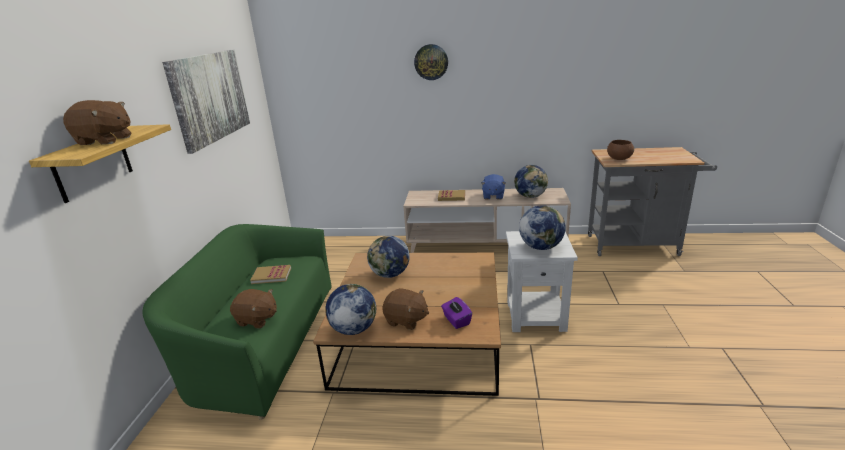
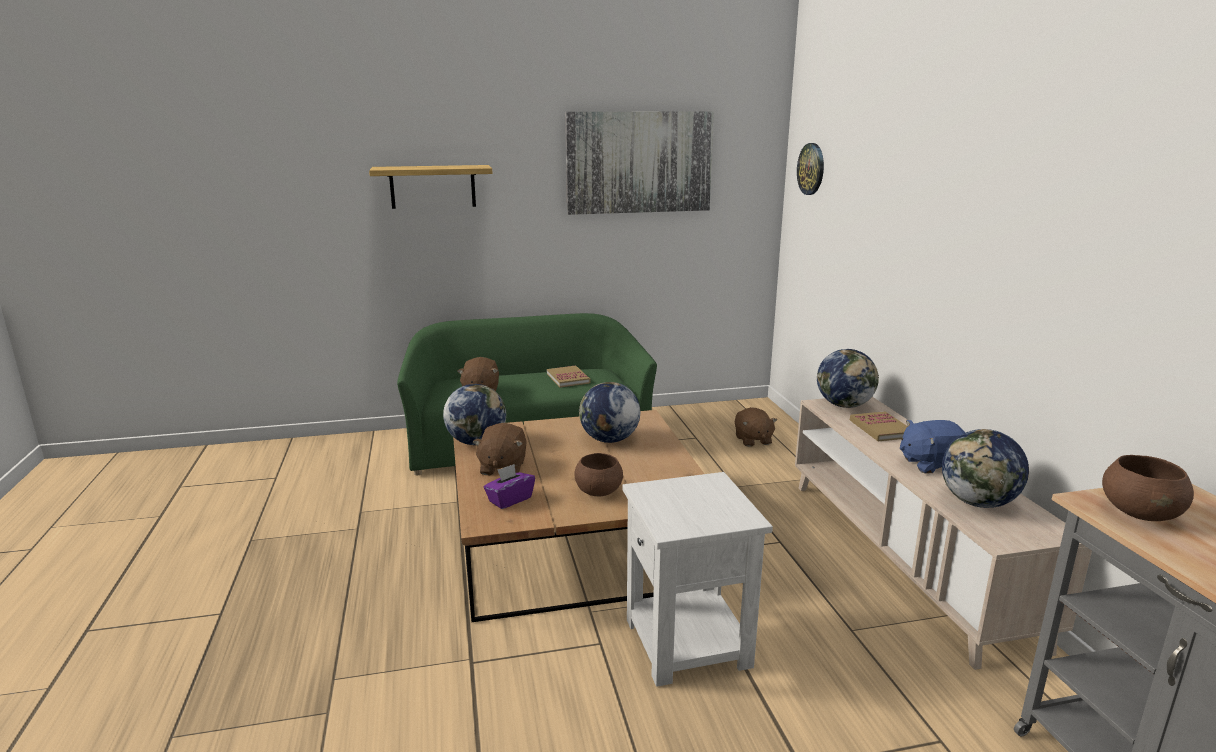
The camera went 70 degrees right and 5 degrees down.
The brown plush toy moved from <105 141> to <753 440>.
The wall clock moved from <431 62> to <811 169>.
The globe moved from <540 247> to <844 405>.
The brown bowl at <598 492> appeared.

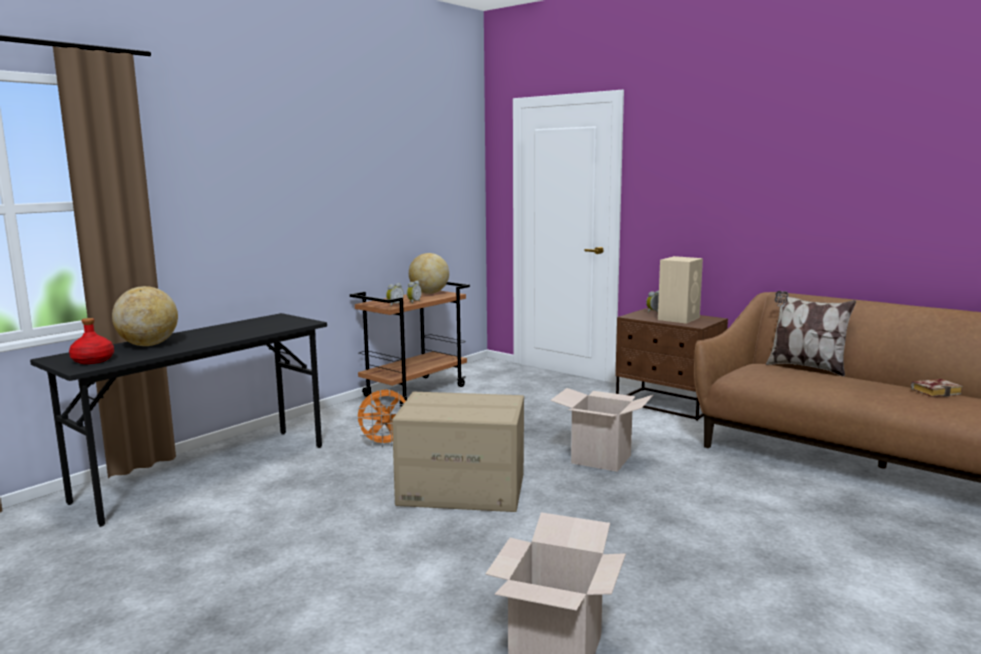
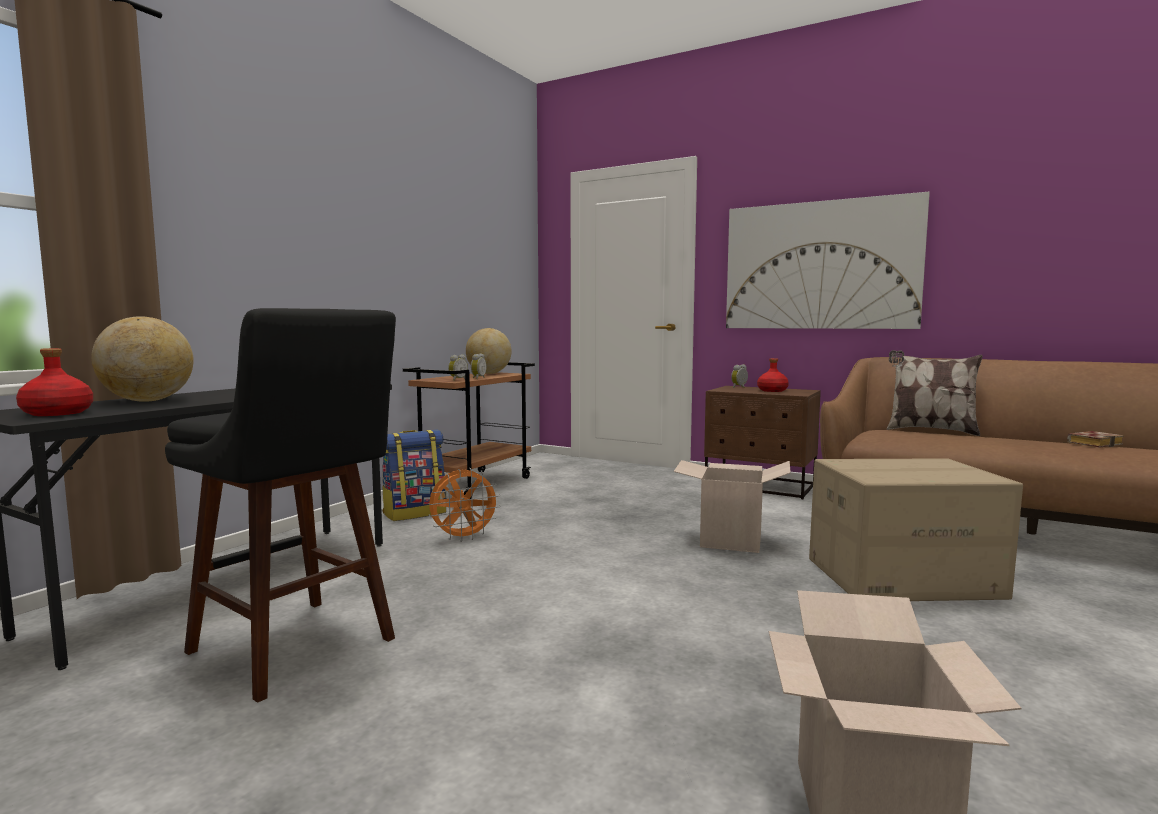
The camera went 10 degrees left and 5 degrees down.
The cardboard box moved from <462 489> to <902 578>.
The beige speaker at <679 318> was replaced by the red bottle at <772 390>.
The black stool at <297 648> appeared.
The backpack at <415 513> appeared.
The picture at <820 265> appeared.

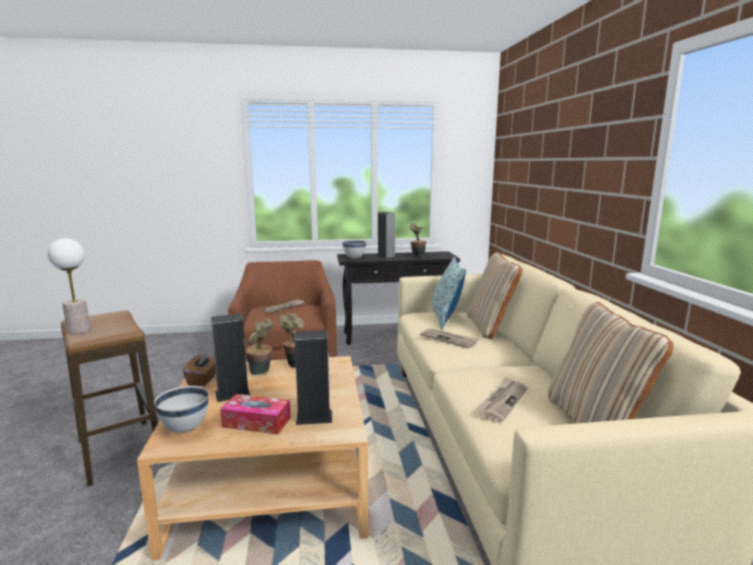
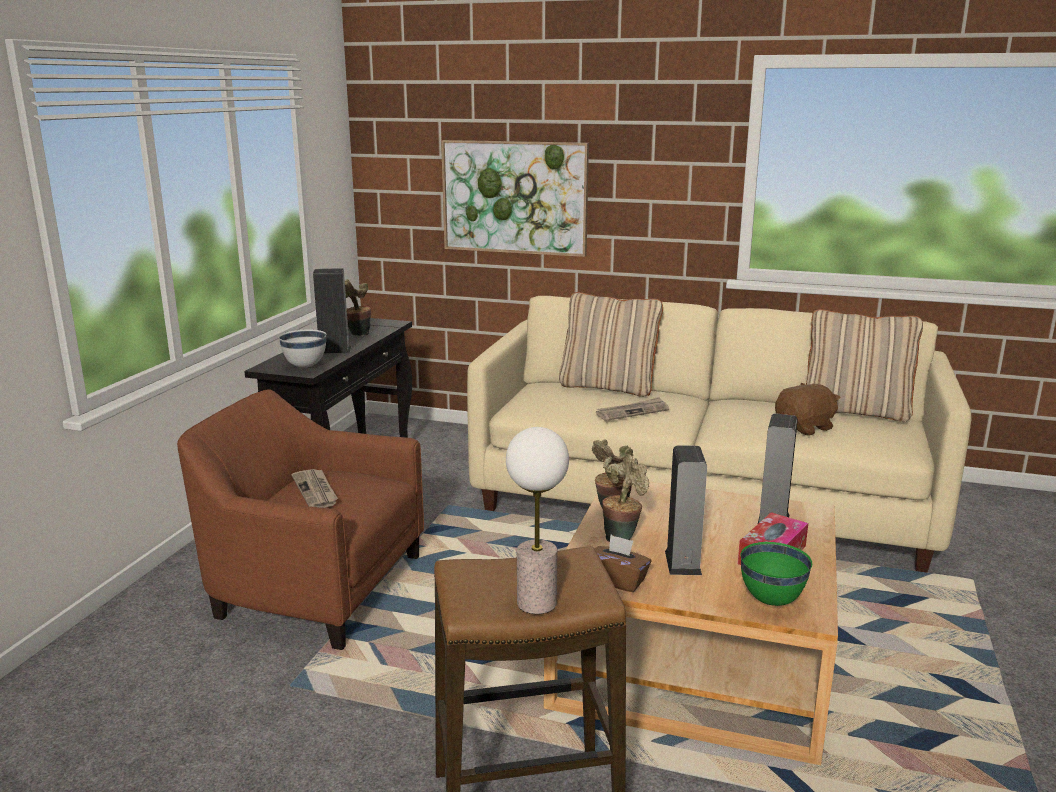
The camera went 65 degrees left and 5 degrees up.
The white bowl at <185 428> became the green bowl at <771 600>.
The pillow at <446 318> disappeared.
The newspaper at <502 400> was replaced by the brown plush toy at <805 427>.
The picture at <514 197> appeared.

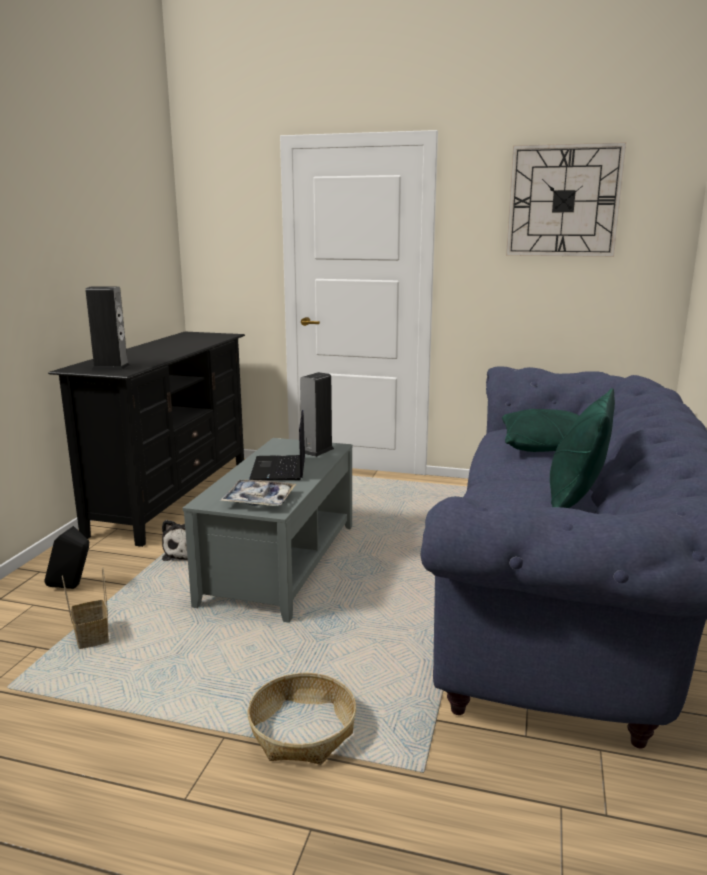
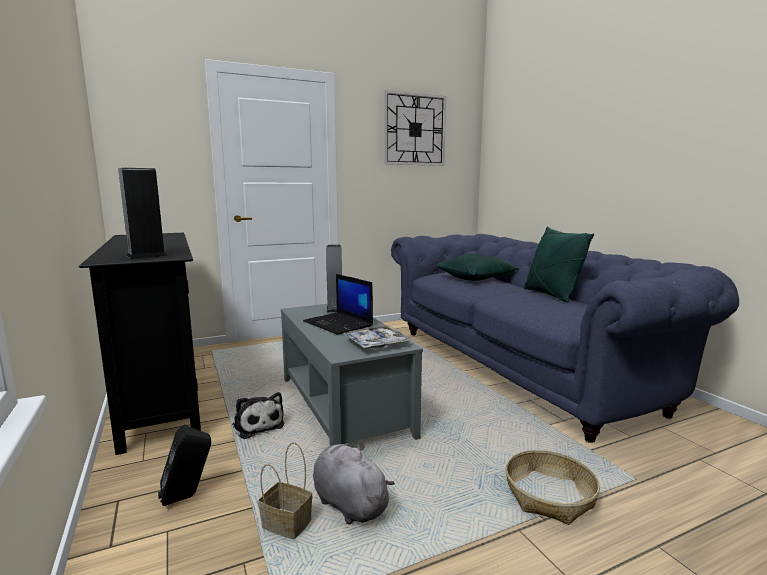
The camera went 40 degrees left and 5 degrees down.
The grey plush toy at <348 503> appeared.

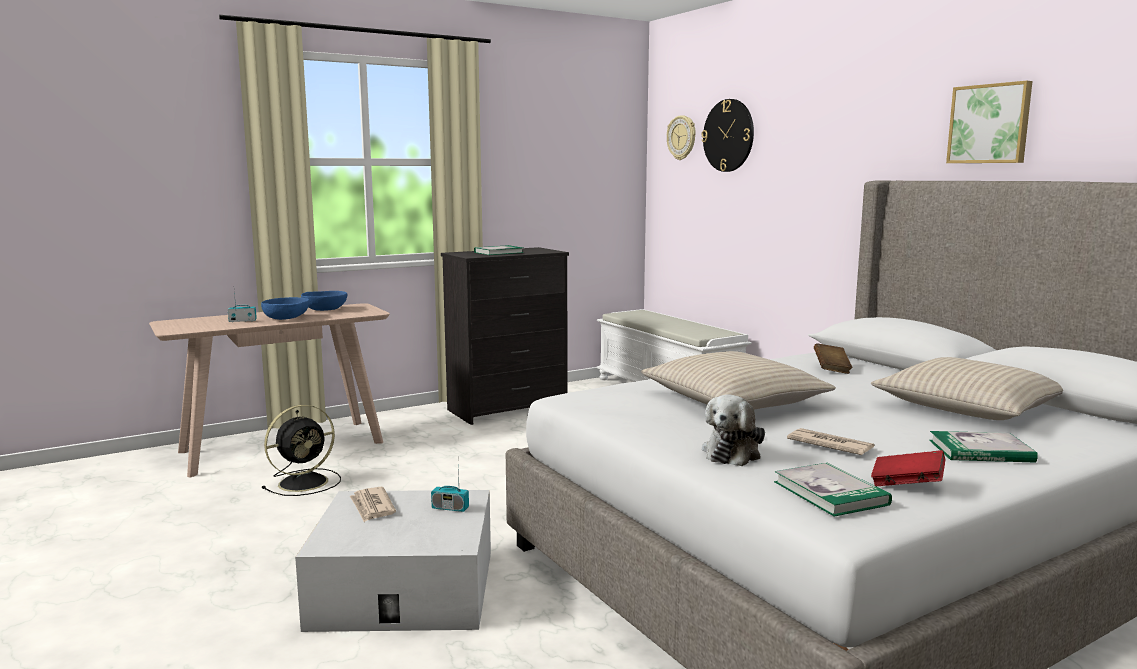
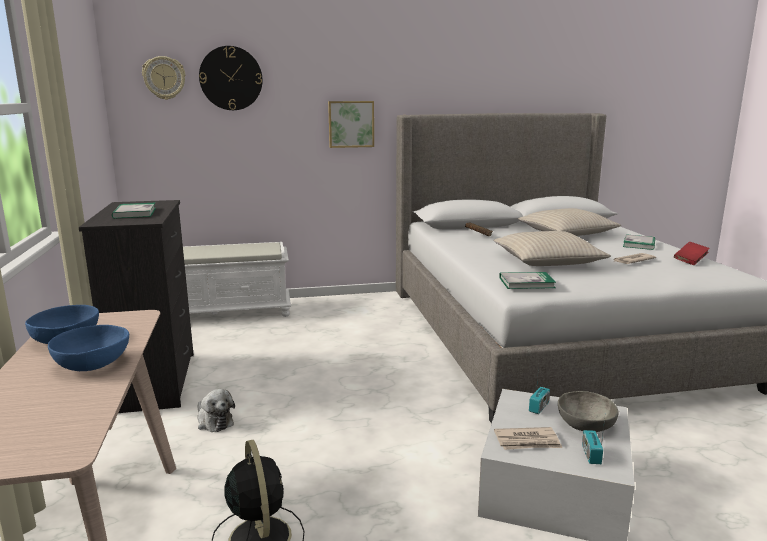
The camera went 70 degrees left and 5 degrees up.
The radio moved from <242 321> to <591 455>.
The plush toy moved from <733 453> to <214 421>.
The book moved from <830 493> to <526 283>.
The picture moved from <990 124> to <351 124>.
The grey bowl at <585 425> appeared.

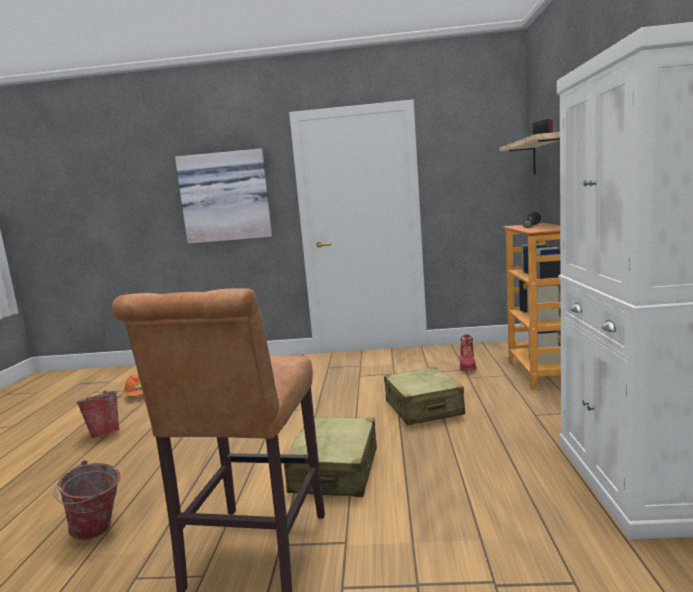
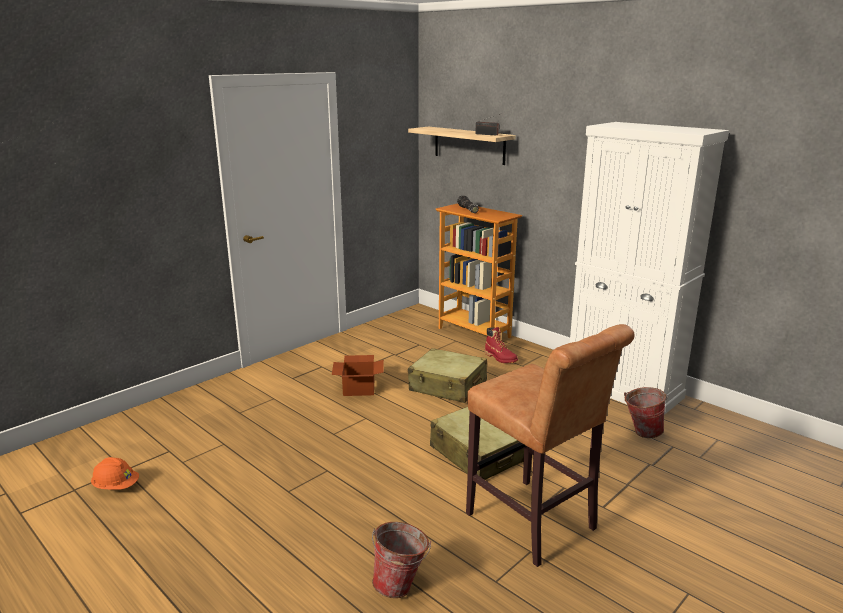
The camera went 50 degrees left and 10 degrees up.
The bucket moved from <105 433> to <641 432>.
The picture at <225 197> disappeared.
The red boot moved from <468 366> to <500 358>.
The cardboard box at <359 388> appeared.

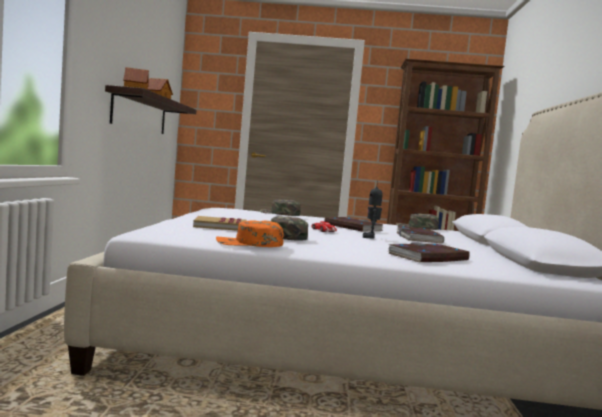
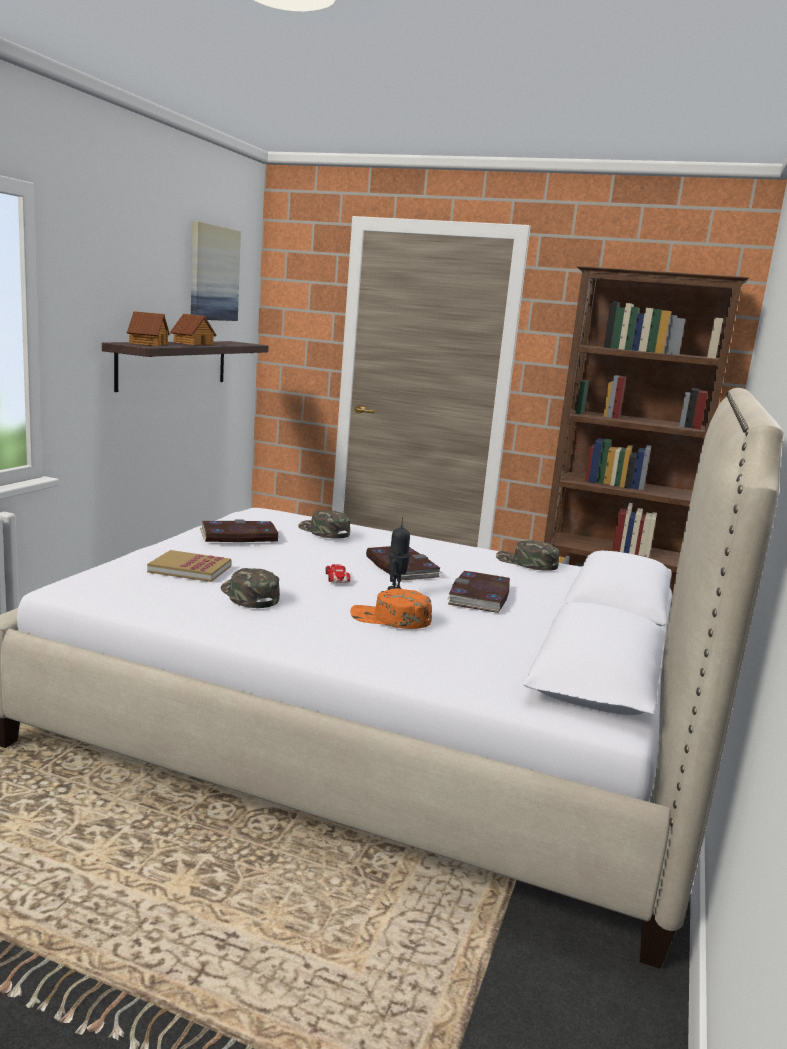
The camera went 15 degrees right and 10 degrees up.
The orange cap moved from <249 243> to <390 618>.
The book moved from <428 257> to <239 536>.
The picture at <213 273> appeared.

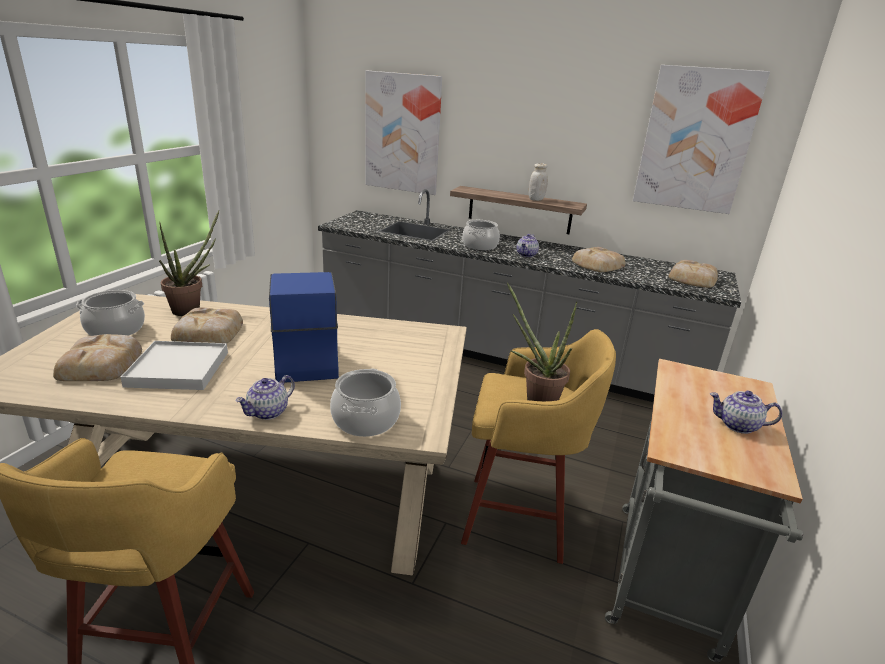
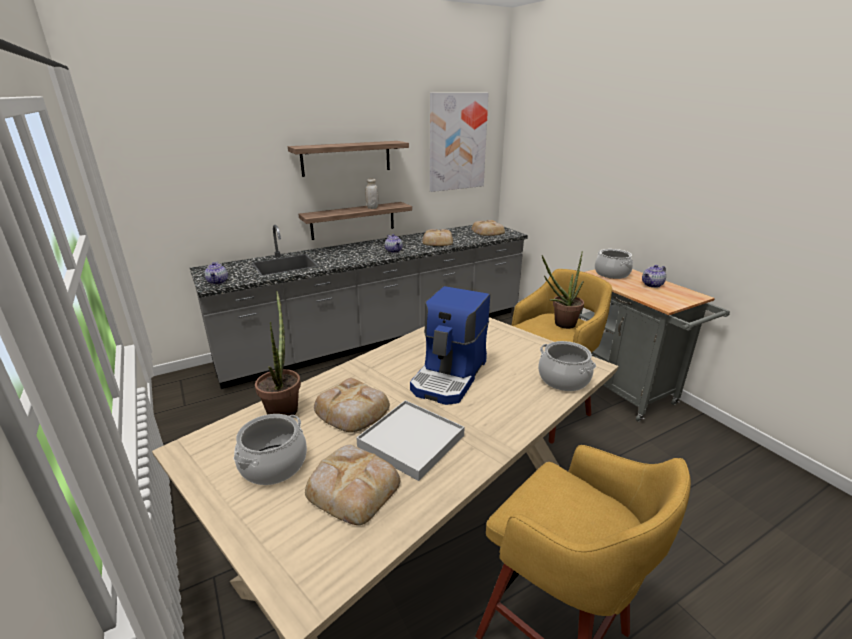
The camera went 50 degrees left and 0 degrees up.
The teapot moved from <268 412> to <218 282>.
The coffee machine at <304 357> turned 90 degrees counterclockwise.
The picture at <402 133> disappeared.
The cooking pot moved from <479 245> to <611 274>.
The shelf at <346 158> appeared.

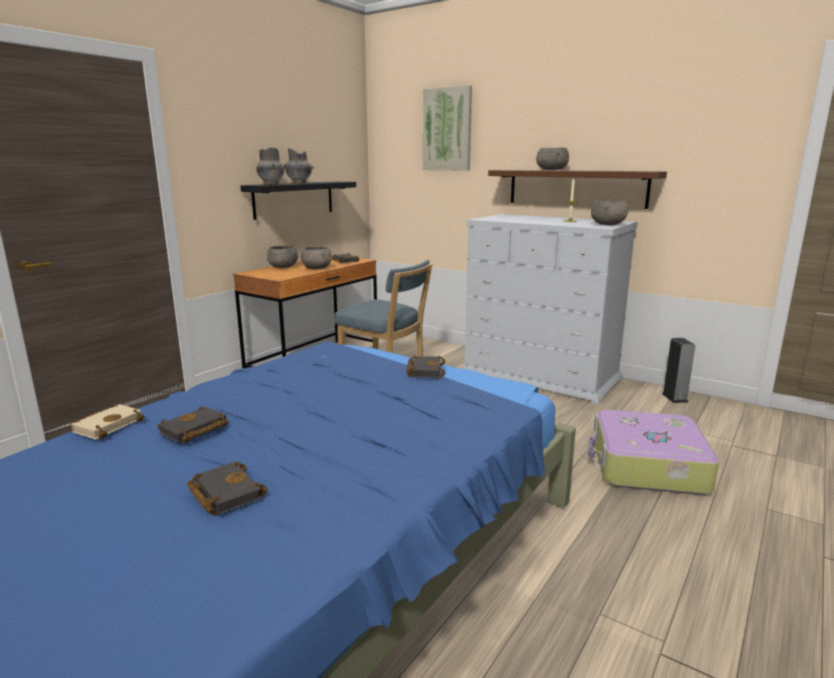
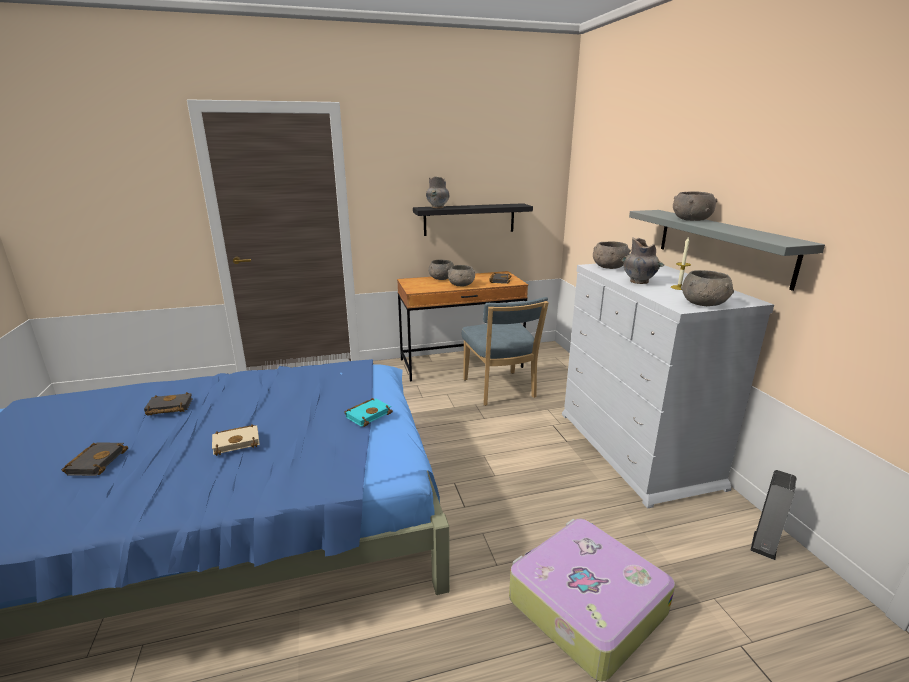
The camera went 40 degrees right and 5 degrees up.
The beige book moved from <108 425> to <238 442>.
The grey vase moved from <299 183> to <639 282>.
The black book at <424 370> became the turquoise book at <368 414>.
The picture at <447 129> disappeared.
The brown shelf at <576 188> became the grey shelf at <721 245>.
The grey bowl at <609 267> appeared.

